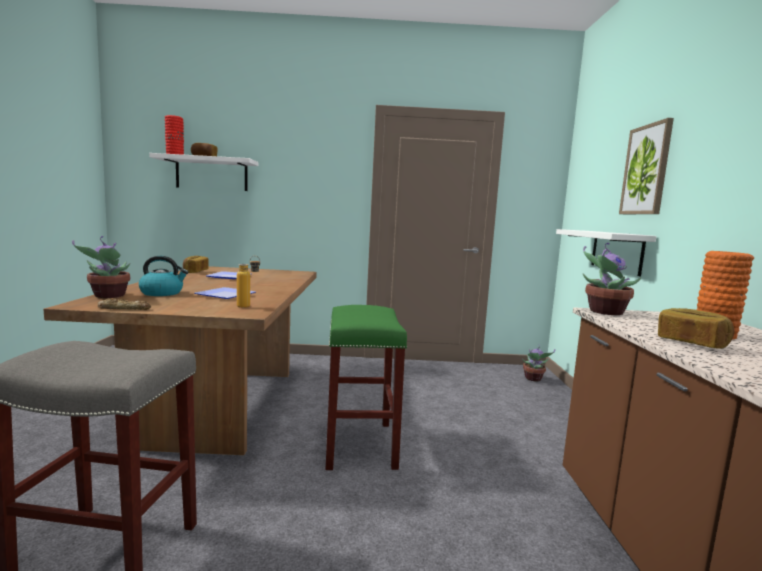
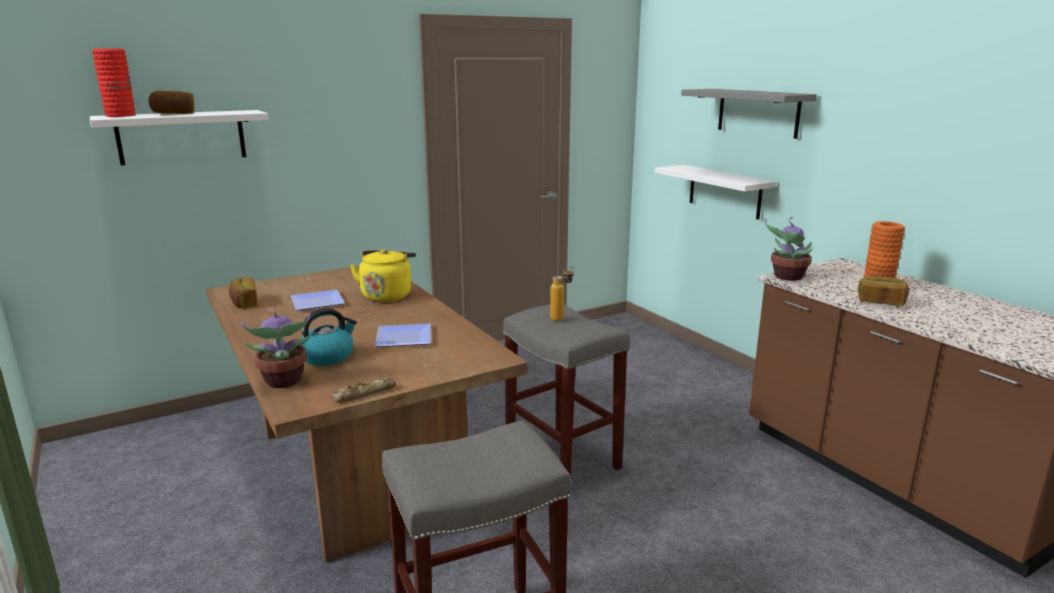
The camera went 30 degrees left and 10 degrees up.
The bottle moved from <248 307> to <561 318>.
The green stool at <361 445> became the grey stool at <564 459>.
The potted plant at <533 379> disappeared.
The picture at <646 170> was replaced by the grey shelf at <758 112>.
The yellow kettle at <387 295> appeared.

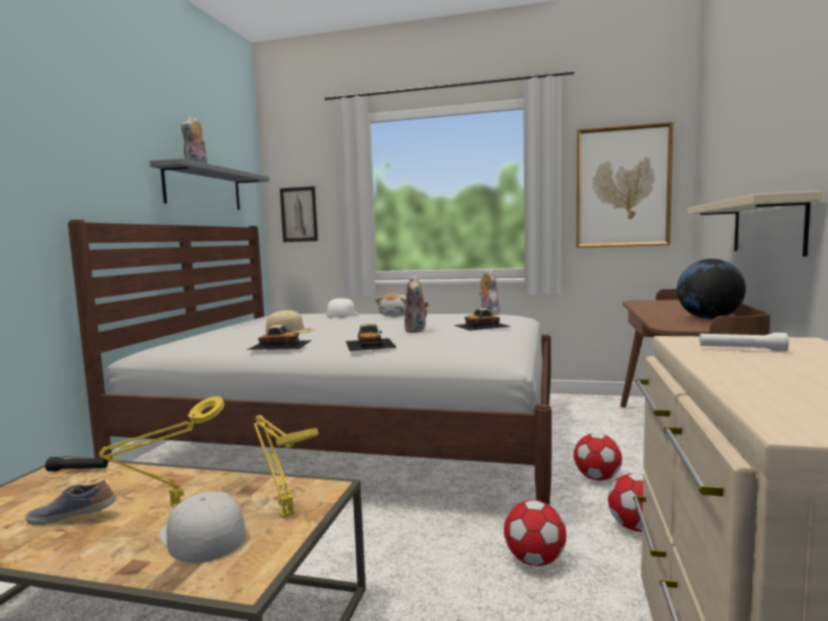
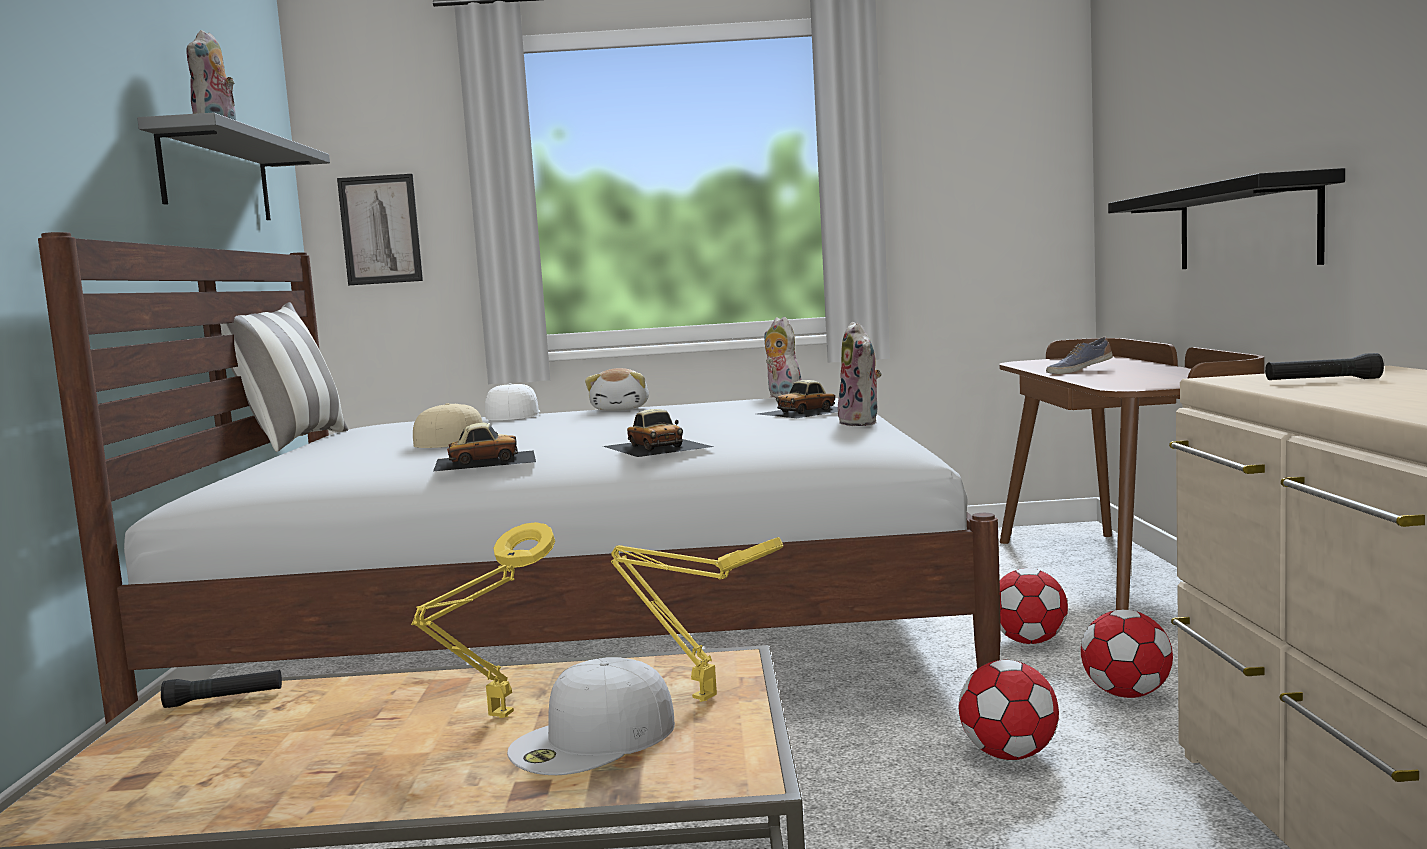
The camera went 15 degrees left and 0 degrees up.
The shoe moved from <73 517> to <1078 371>.
The white cap at <201 535> turned 75 degrees counterclockwise.
The plush toy moved from <417 330> to <862 423>.
The picture at <622 187> disappeared.
The globe at <709 318> disappeared.
The beige shelf at <767 226> became the black shelf at <1245 226>.
The white flashlight at <741 349> became the black flashlight at <1322 381>.
The pillow at <292 443> appeared.

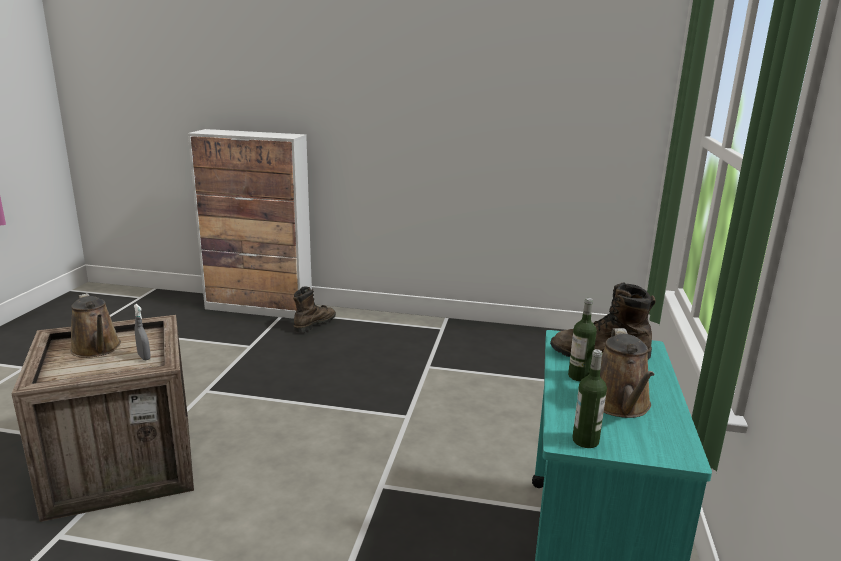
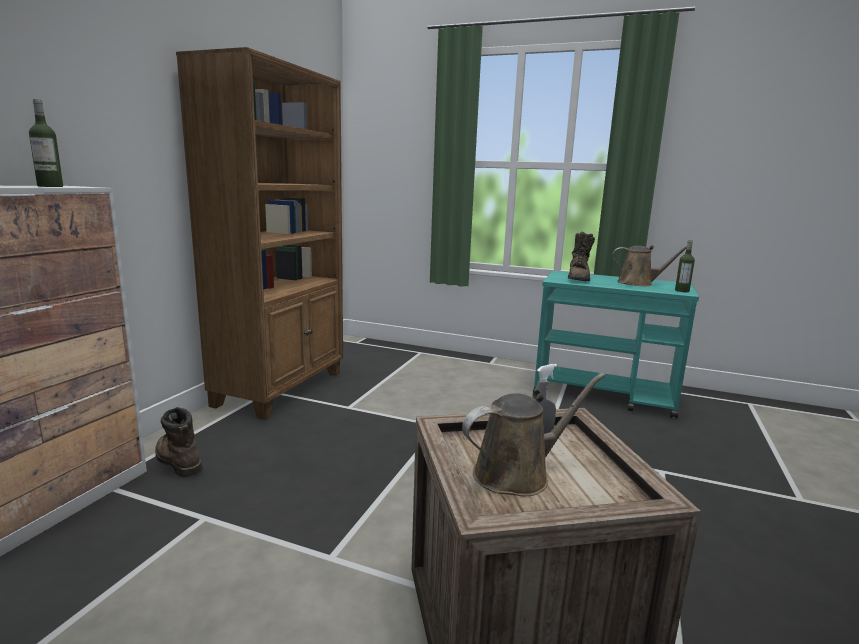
The camera went 80 degrees left and 5 degrees down.
The bottle moved from <579 376> to <50 186>.
The brown bookcase at <282 388> appeared.

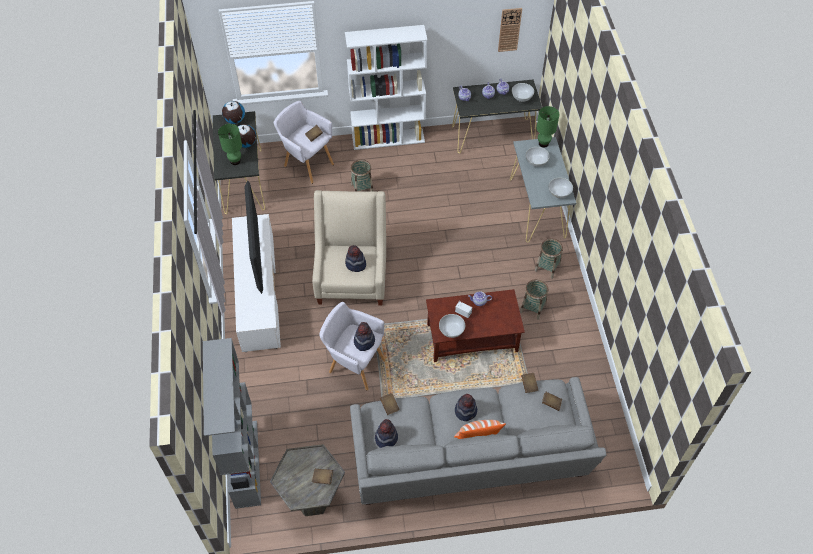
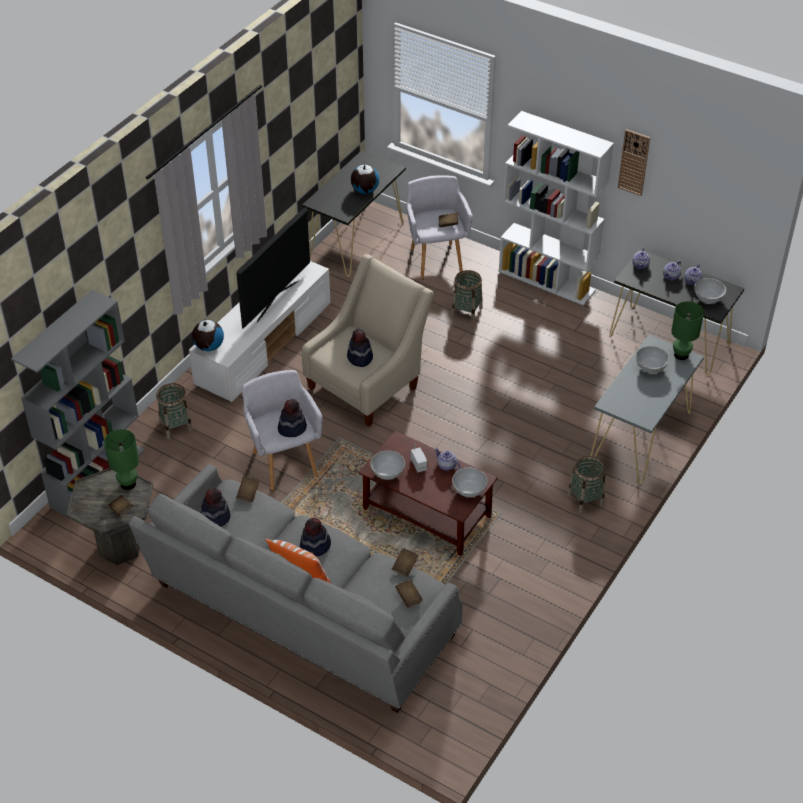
The camera went 40 degrees right and 10 degrees down.
The green table lamp moved from <235 161> to <128 483>.
The globe moved from <234 120> to <209 347>.
The wall clock moved from <509 29> to <634 162>.
The basket moved from <532 308> to <176 426>.
The white bowl moved from <559 193> to <469 490>.

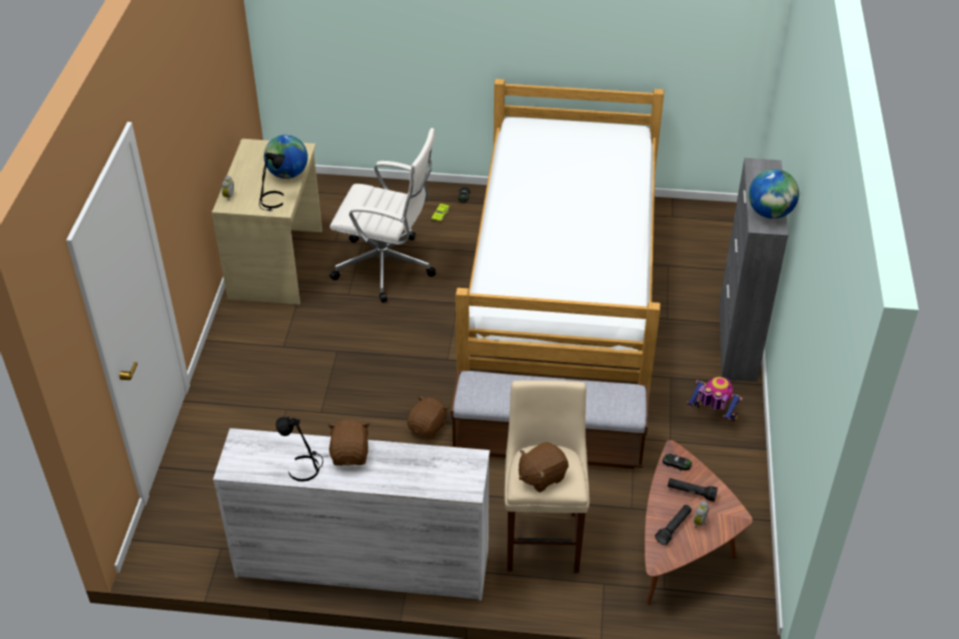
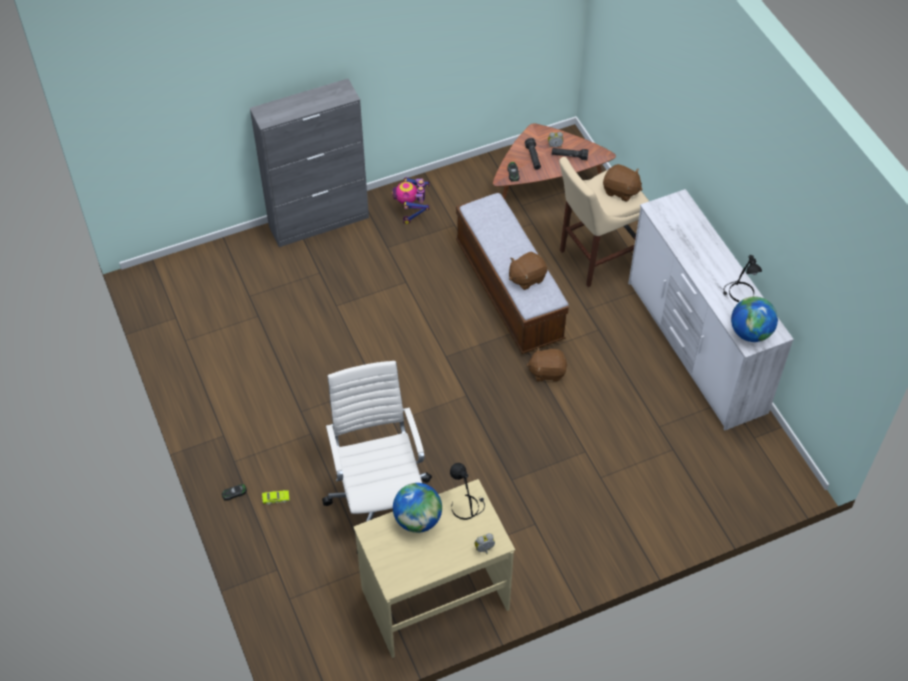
The camera went 120 degrees left and 10 degrees up.
The brown plush toy moved from <350 454> to <526 278>.
The bed at <563 295> disappeared.
The globe moved from <770 213> to <750 332>.

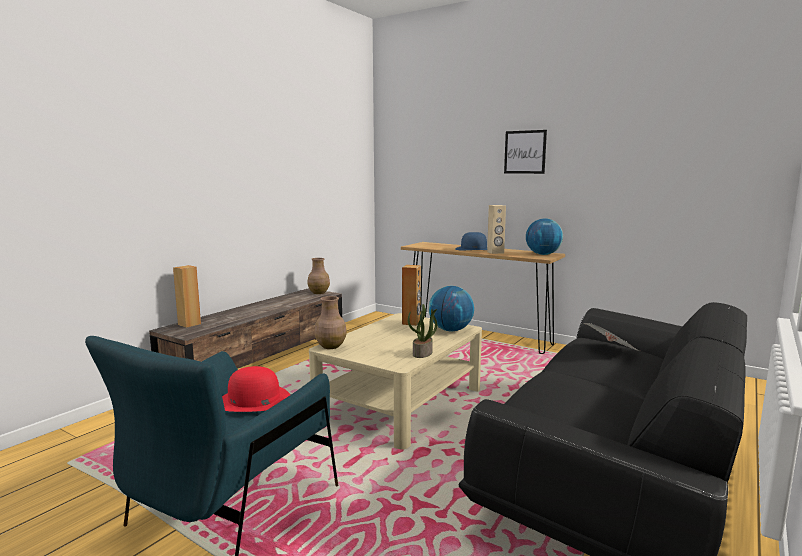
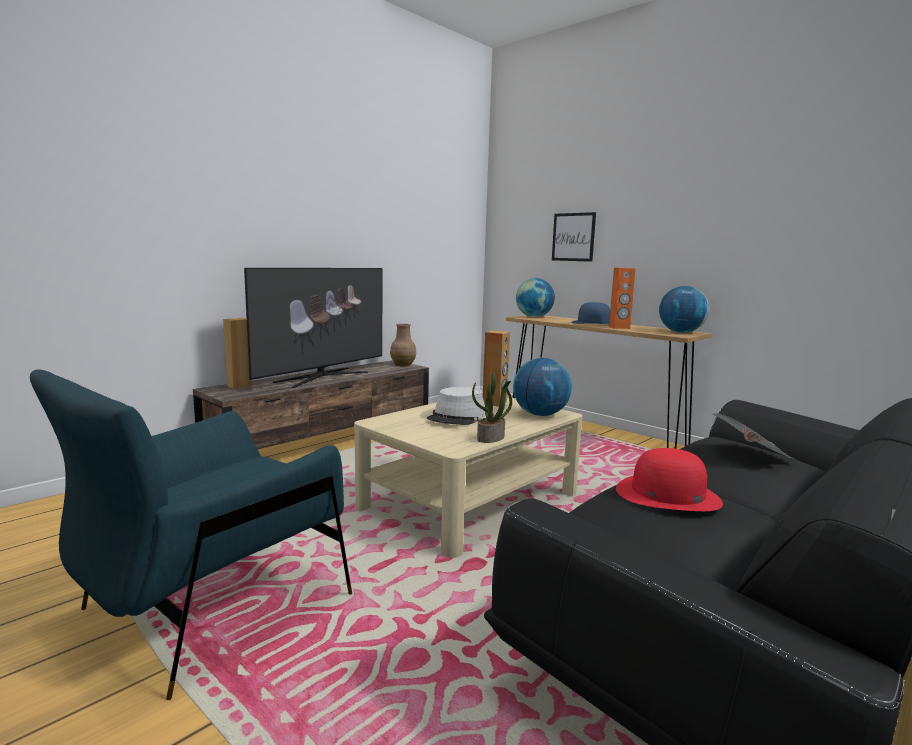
The camera went 10 degrees right and 0 degrees up.
The red hat moved from <254 400> to <667 495>.
The brown vase at <330 346> disappeared.
The beige speaker at <495 252> became the orange speaker at <619 327>.
The picture moved from <525 152> to <573 237>.
The television at <322 377> appeared.
The grey hat at <457 417> appeared.
The globe at <534 317> appeared.

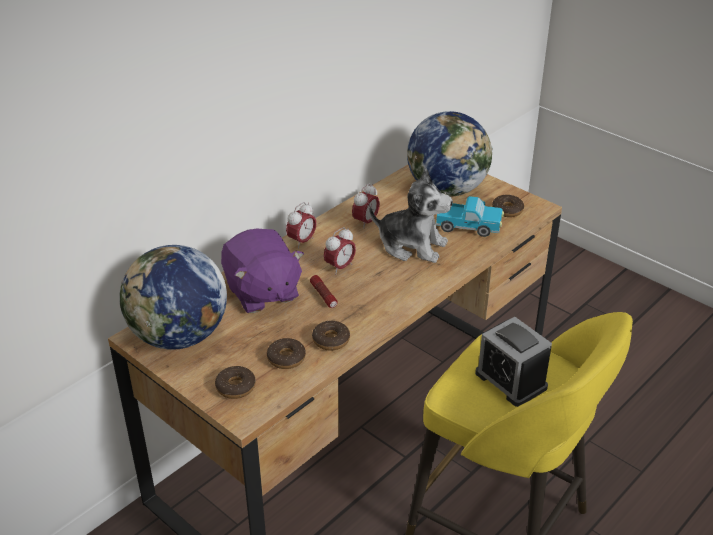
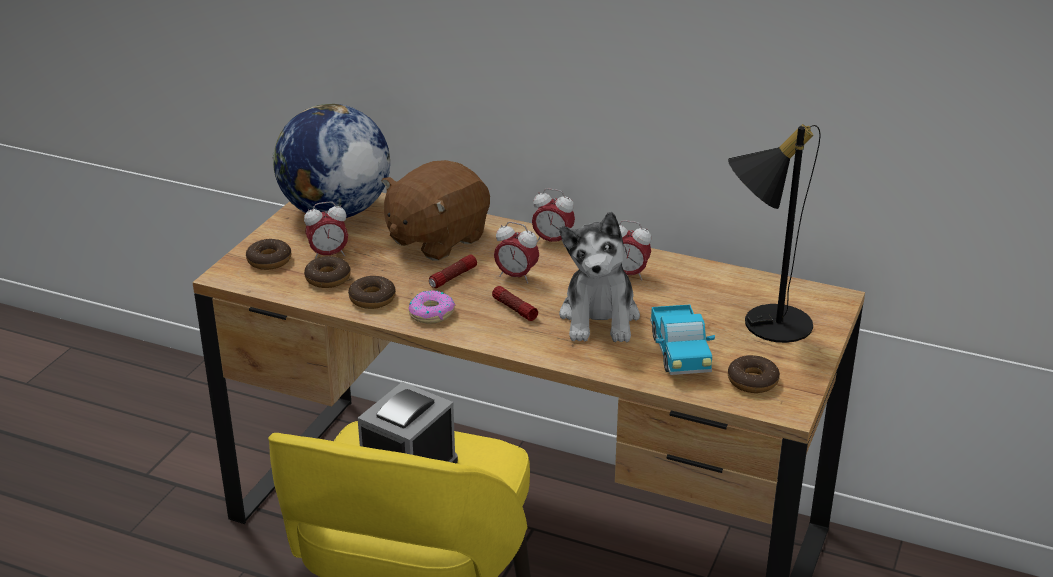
The camera went 70 degrees right and 5 degrees down.
The purple plush toy at <262 292> became the brown plush toy at <436 239>.
The globe at <447 189> was replaced by the black table lamp at <764 321>.
The alarm clock at <328 255> appeared.
The donut at <431 313> appeared.
The flashlight at <514 309> appeared.

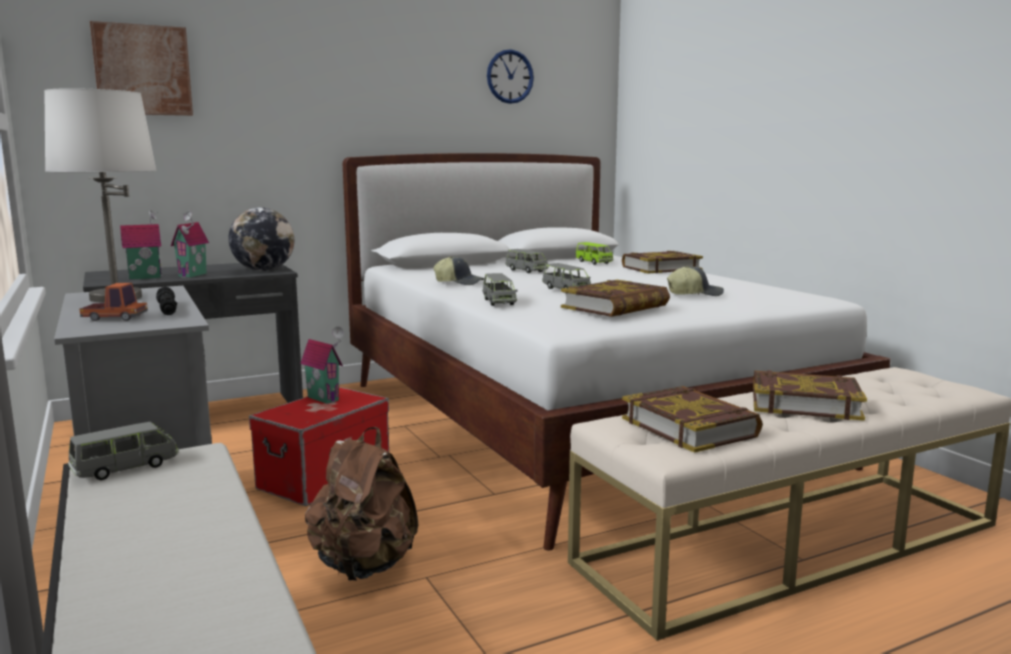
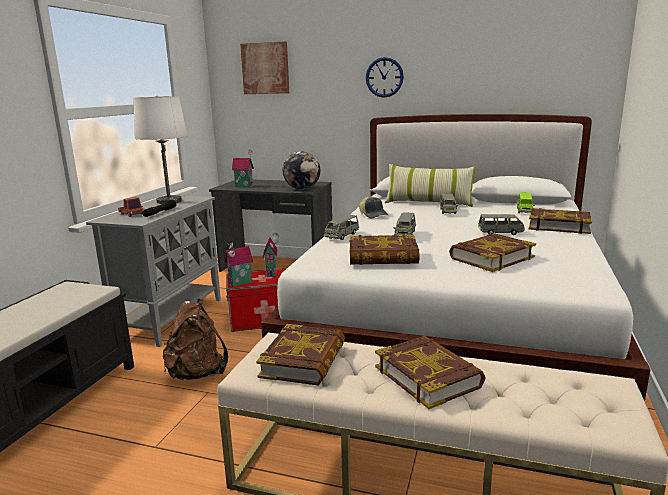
The camera went 45 degrees right and 5 degrees up.
The grey toy car moved from <126 468> to <500 233>.
The toy house moved from <194 275> to <240 283>.
The wall clock moved from <510 76> to <384 77>.
The cap at <694 294> was replaced by the book at <491 258>.
The pillow at <428 203> appeared.

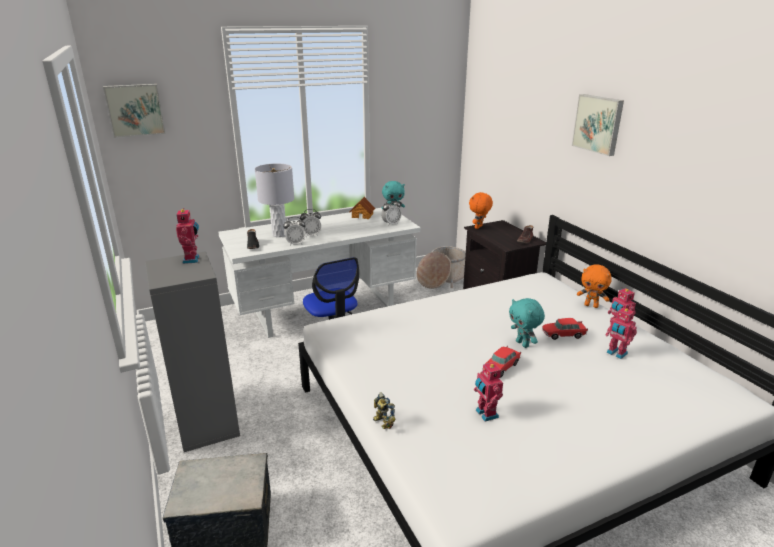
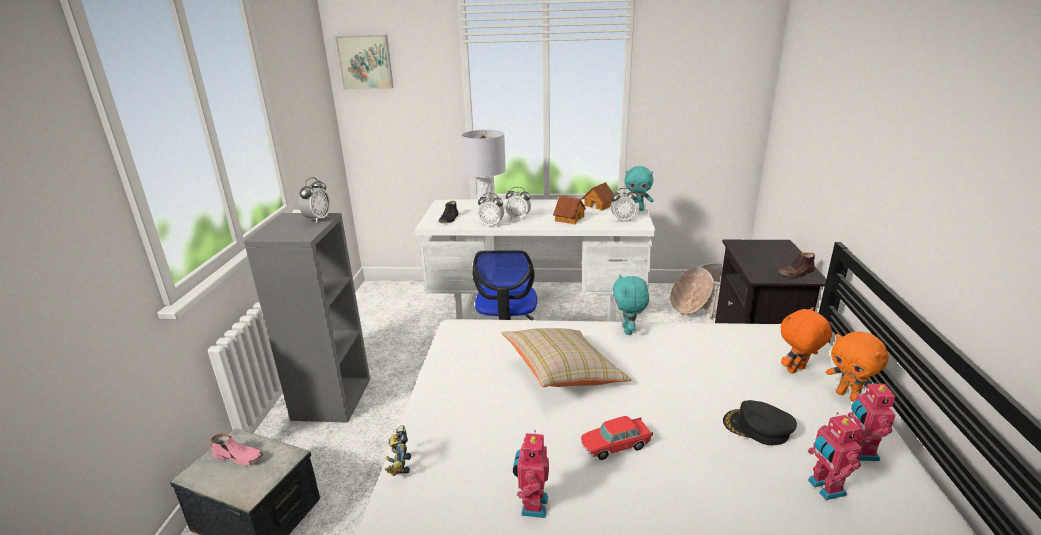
The camera went 30 degrees right and 0 degrees up.
The toy robot at <192 259> was replaced by the alarm clock at <318 219>.
The orange plush toy moved from <479 227> to <797 370>.
The turquoise plush toy moved from <523 344> to <628 330>.
The toy car at <563 335> was replaced by the black cap at <757 428>.
The picture at <598 124> disappeared.
The pink shoe at <239 457> appeared.
The beige pillow at <563 373> appeared.
The toy house at <569 219> appeared.

